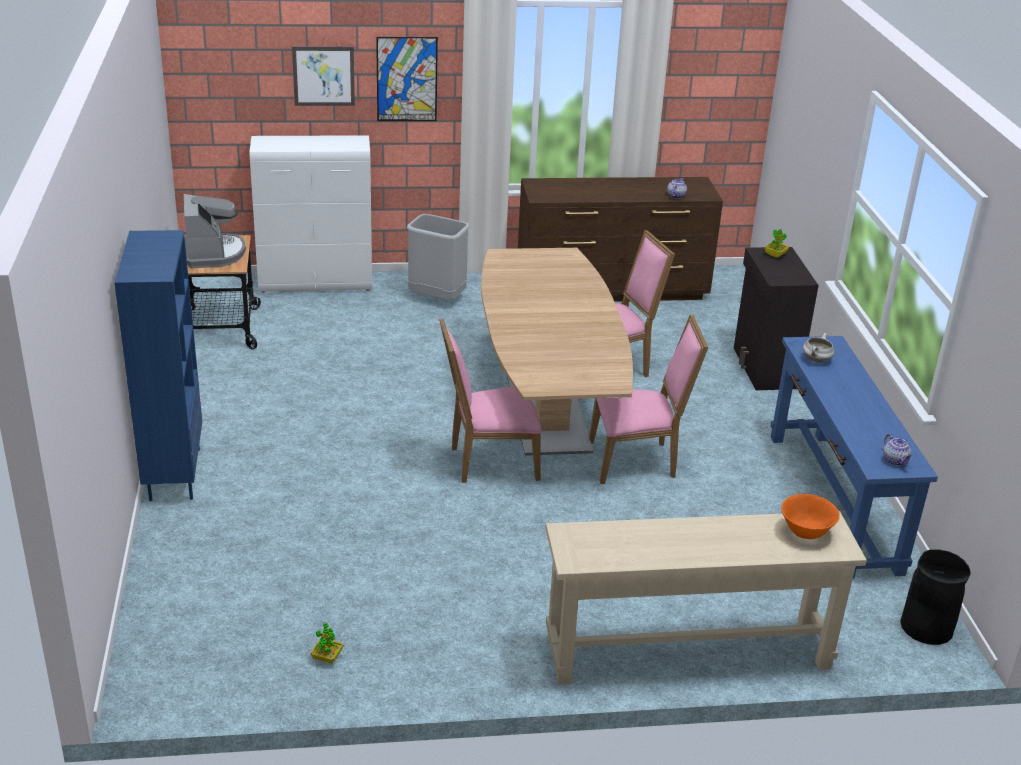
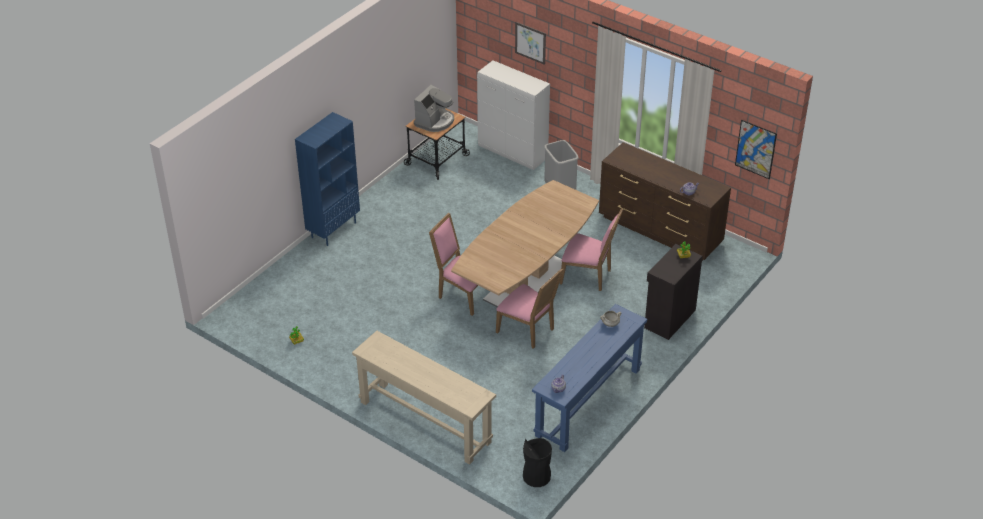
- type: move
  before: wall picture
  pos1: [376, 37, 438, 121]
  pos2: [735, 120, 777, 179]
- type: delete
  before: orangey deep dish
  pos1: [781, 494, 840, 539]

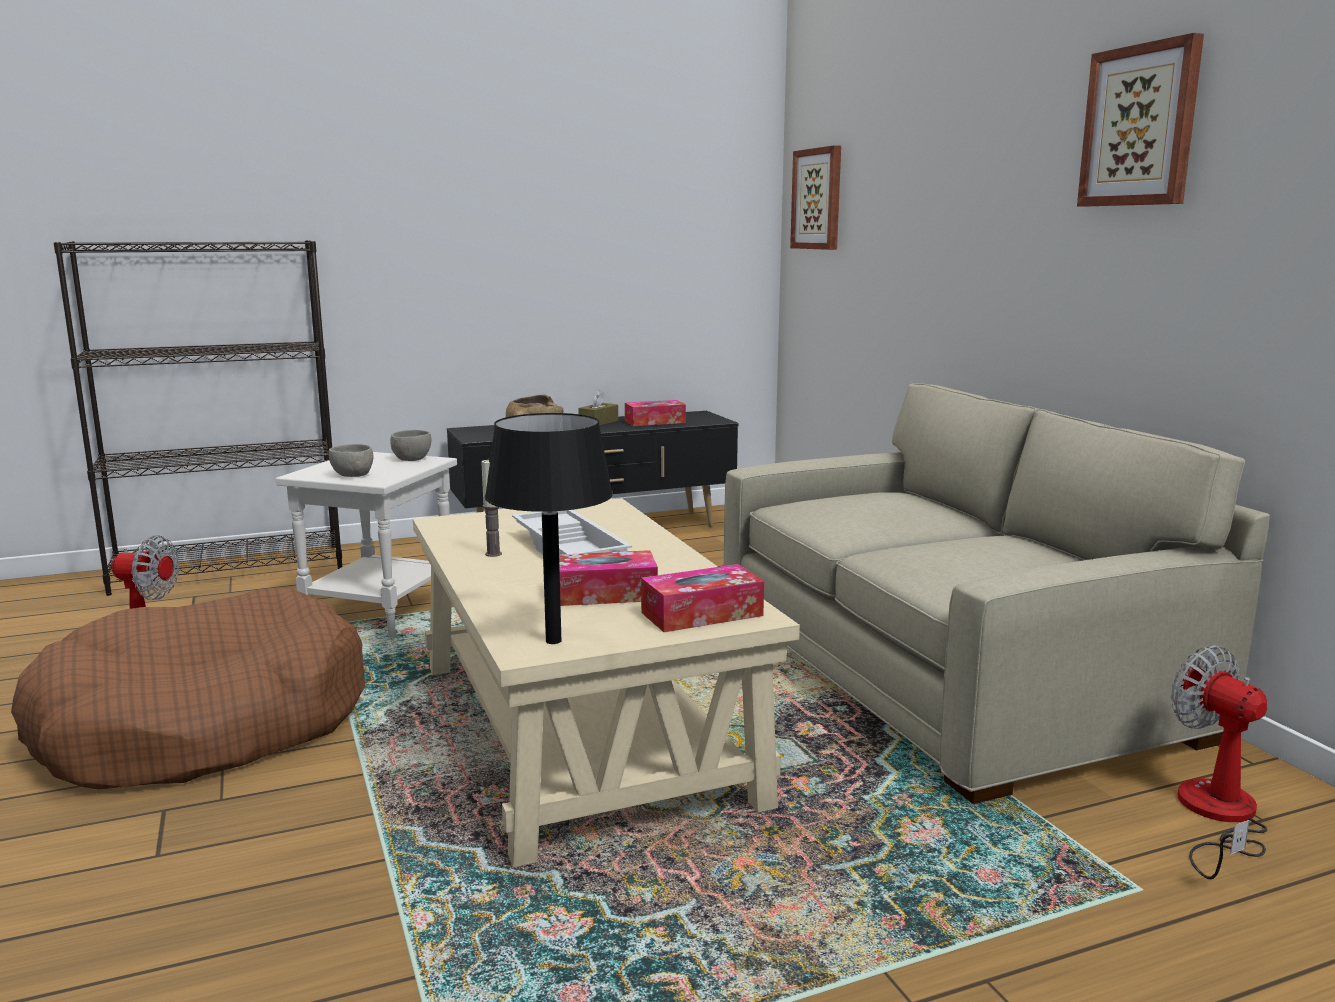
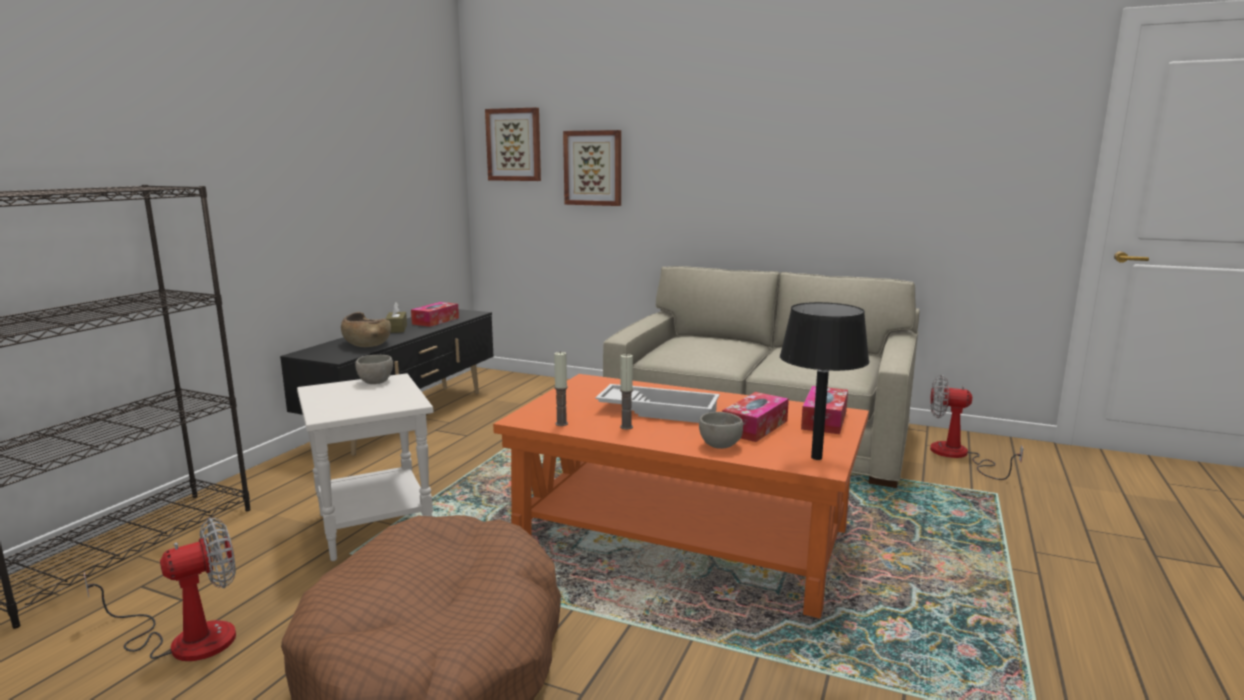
- type: move
  before: grey deep dish
  pos1: [328, 444, 374, 477]
  pos2: [699, 412, 743, 449]
- type: recolor
  before: beige-coloured lounge table
  after: orangey lounge table
  pos1: [413, 498, 800, 867]
  pos2: [493, 374, 869, 618]
- type: move
  before: wall picture
  pos1: [1077, 33, 1204, 206]
  pos2: [563, 130, 621, 206]
- type: insert
  after: wax light
  pos2: [554, 351, 568, 426]

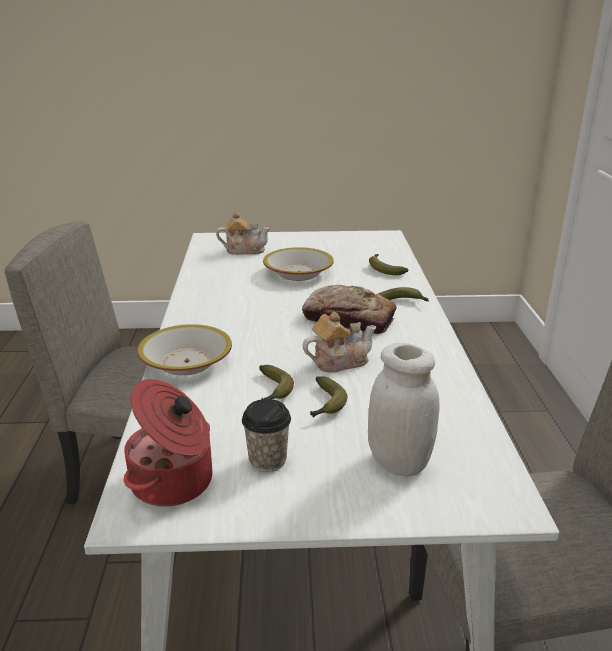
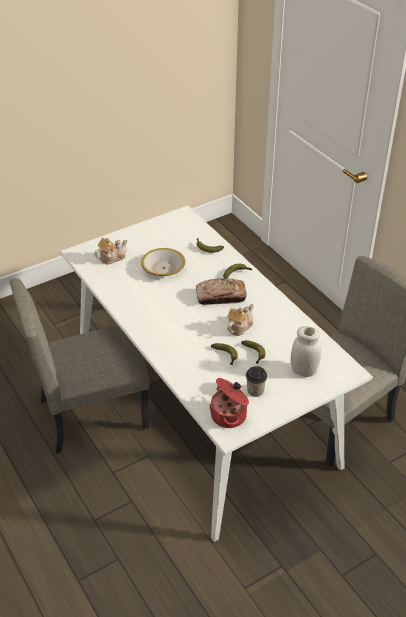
- type: delete
  before: deep dish
  pos1: [137, 324, 232, 375]

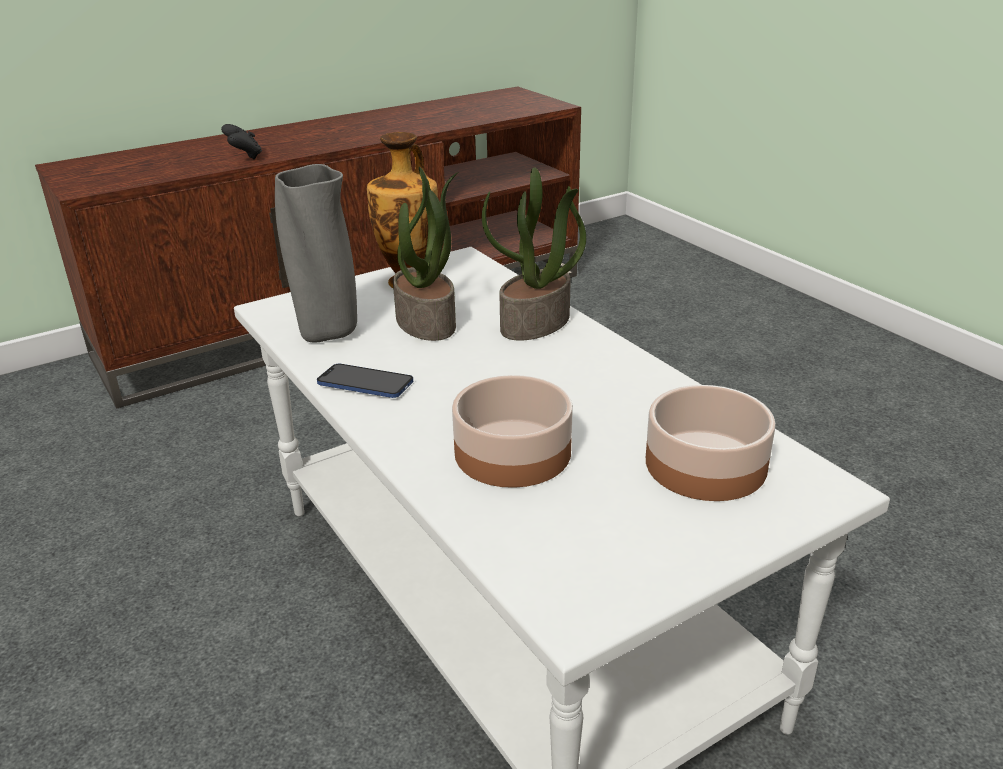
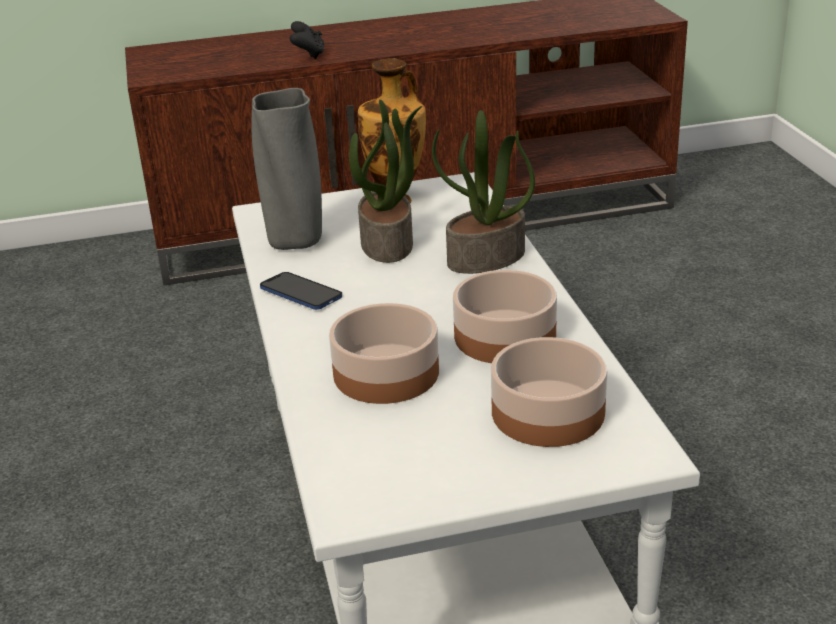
- type: insert
  after: deep dish
  pos2: [453, 270, 557, 363]

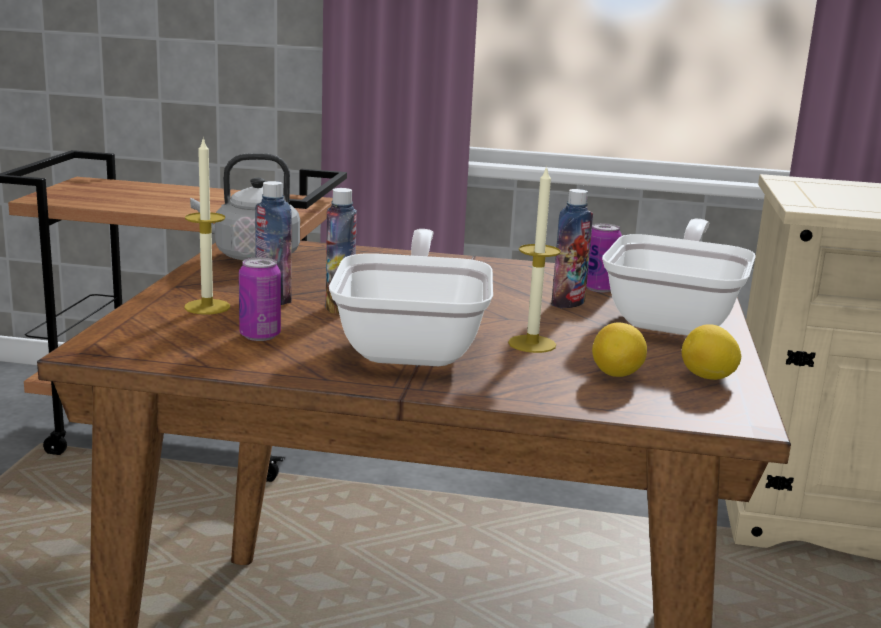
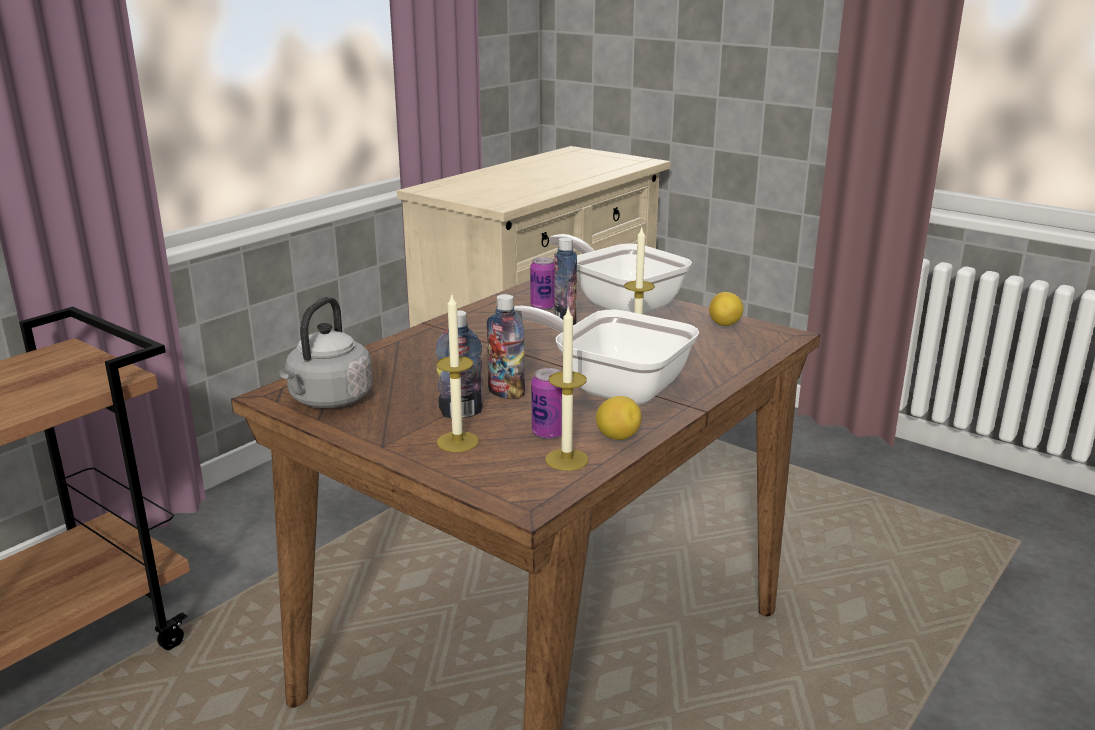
- type: move
  before: whole lemon
  pos1: [592, 322, 647, 377]
  pos2: [596, 396, 642, 440]
- type: insert
  after: wax light
  pos2: [545, 306, 589, 471]

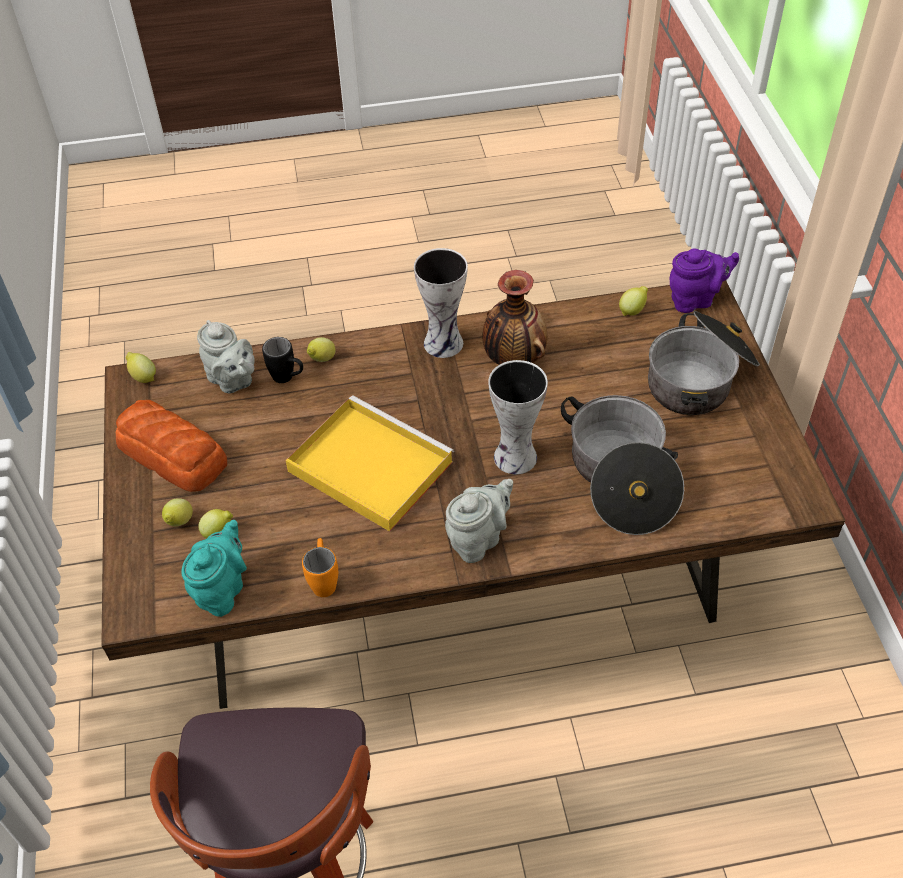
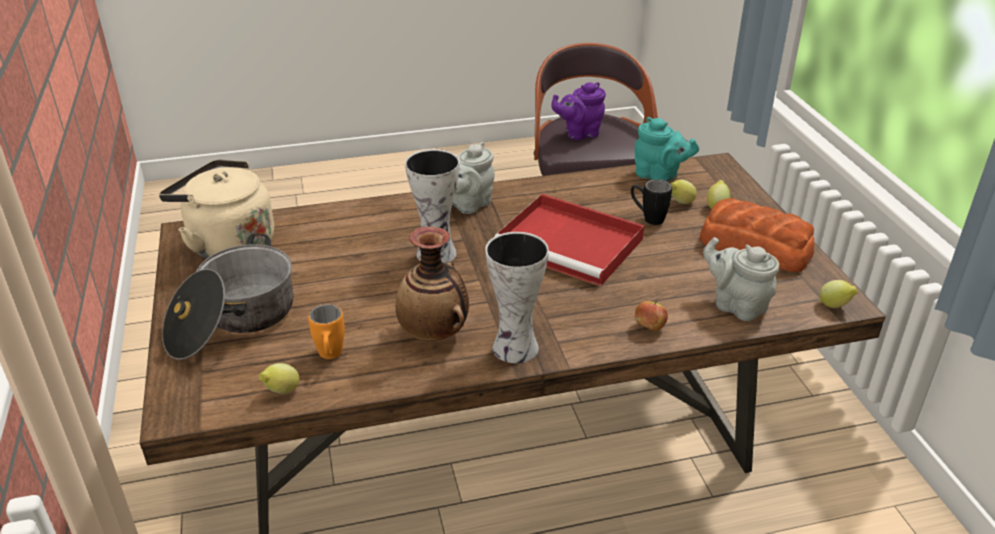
- type: rotate
  before: turquoise-coloured teapot
  pos1: [181, 520, 247, 617]
  pos2: [635, 117, 699, 182]
  turn: -75
- type: move
  before: blackish coffee mug
  pos1: [262, 337, 303, 383]
  pos2: [631, 179, 672, 225]
- type: recolor
  before: yellowish serving tray
  after: red-coloured serving tray
  pos1: [286, 395, 454, 531]
  pos2: [494, 194, 644, 287]
- type: move
  before: orangey coffee mug
  pos1: [302, 538, 338, 597]
  pos2: [308, 304, 345, 359]
- type: replace
  before: whole lemon
  after: apple fruit
  pos1: [307, 337, 335, 362]
  pos2: [635, 301, 668, 331]
- type: delete
  before: saucepot
  pos1: [561, 395, 684, 535]
- type: move
  before: purple-coloured teapot
  pos1: [670, 248, 739, 313]
  pos2: [551, 82, 606, 140]
- type: insert
  after: beige-coloured tea kettle
  pos2: [159, 159, 274, 259]

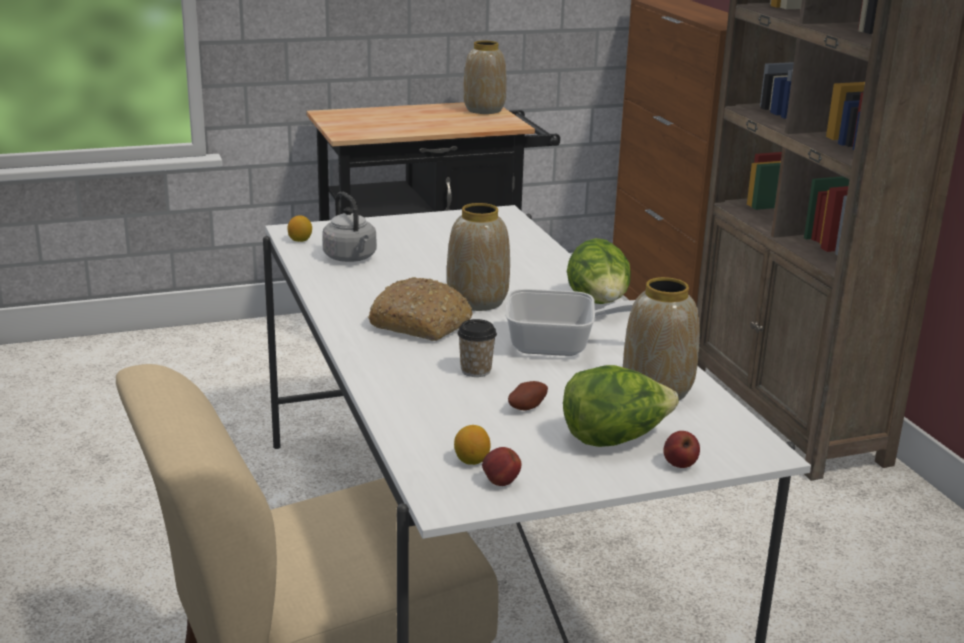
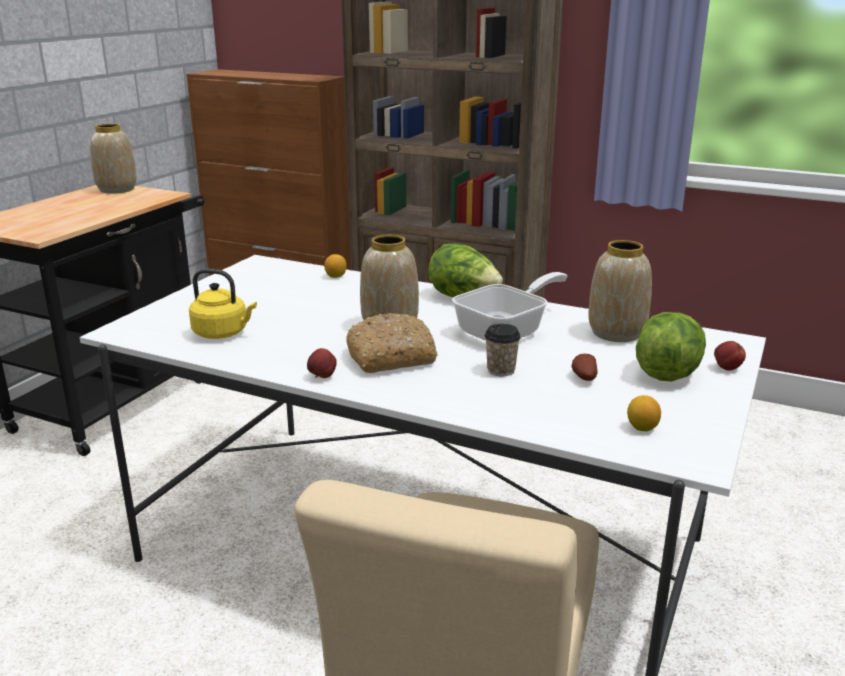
- type: move
  before: whole lemon
  pos1: [288, 215, 312, 242]
  pos2: [324, 254, 347, 278]
- type: recolor
  before: grey tea kettle
  after: yellowish tea kettle
  pos1: [322, 192, 376, 262]
  pos2: [189, 269, 257, 339]
- type: move
  before: apple fruit
  pos1: [482, 447, 521, 486]
  pos2: [307, 348, 337, 378]

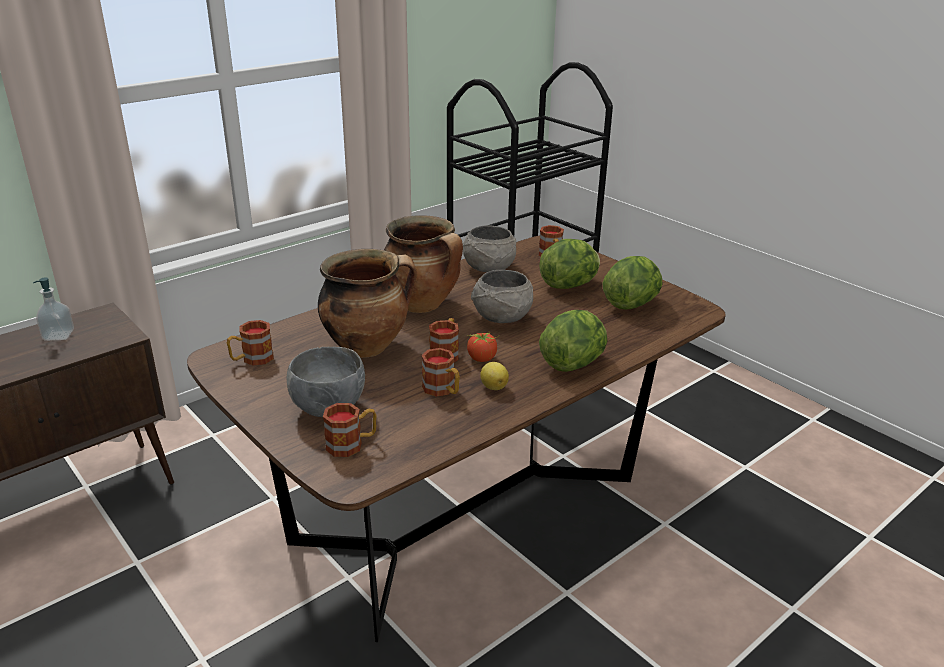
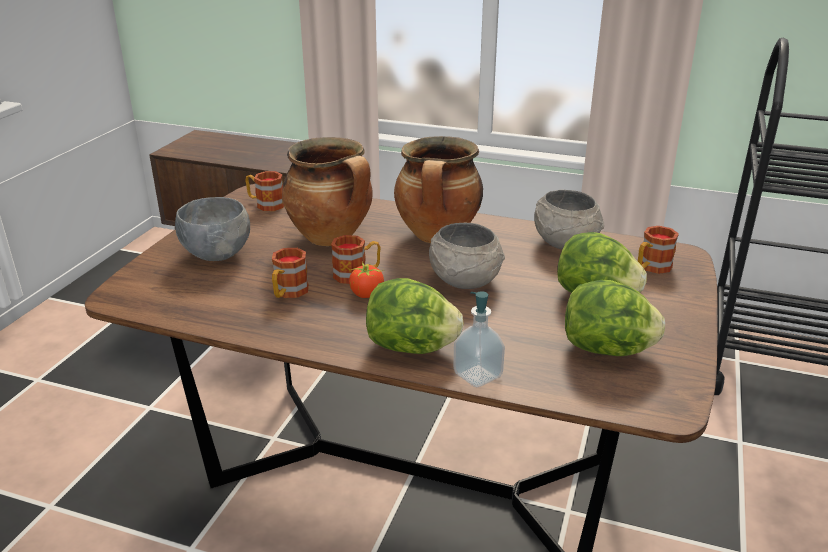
- type: move
  before: liquid soap bottle
  pos1: [33, 277, 74, 341]
  pos2: [453, 291, 505, 387]
- type: delete
  before: coffee mug
  pos1: [323, 403, 376, 457]
- type: delete
  before: whole lemon
  pos1: [480, 362, 509, 390]

